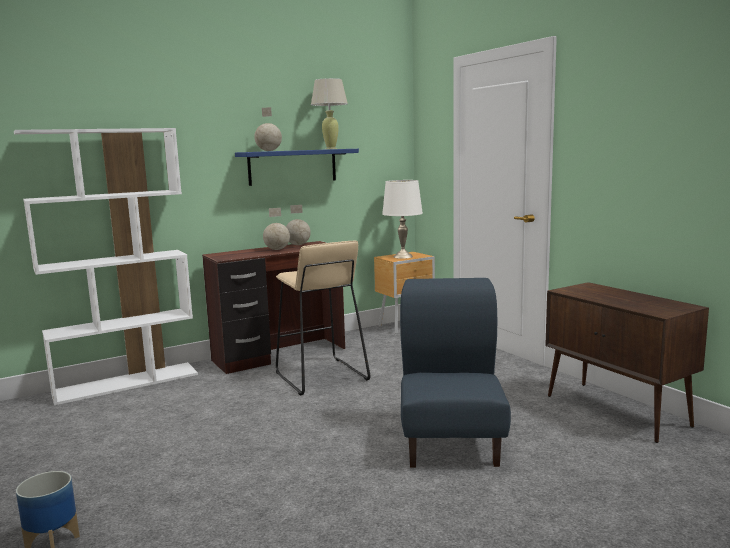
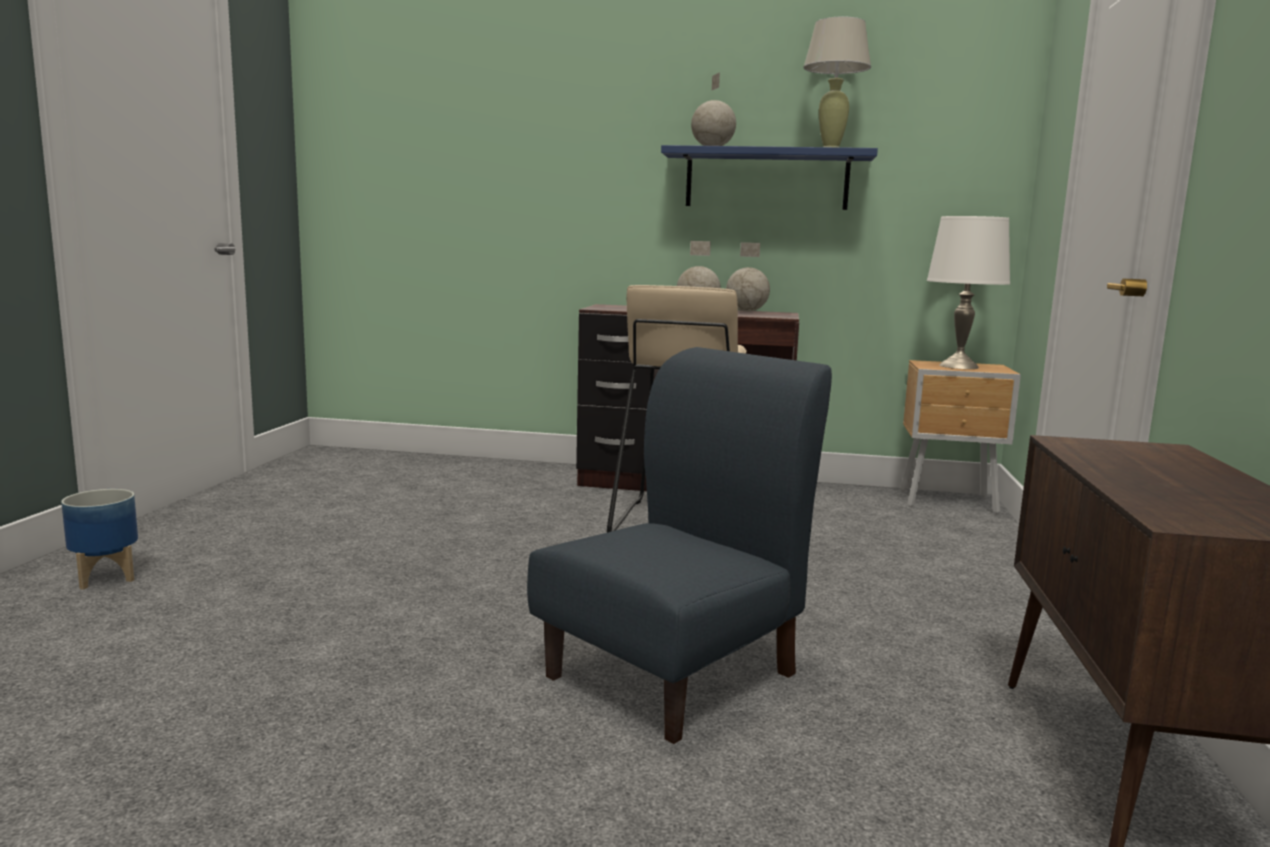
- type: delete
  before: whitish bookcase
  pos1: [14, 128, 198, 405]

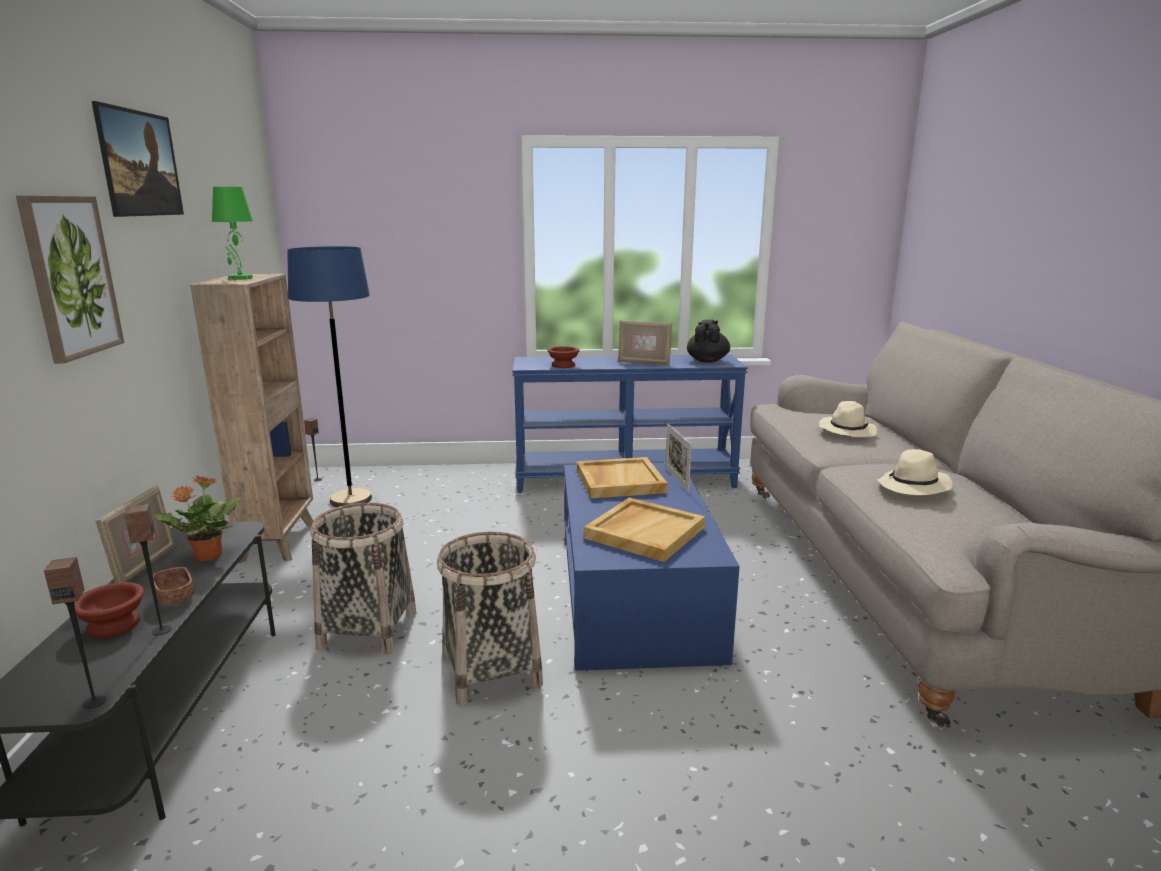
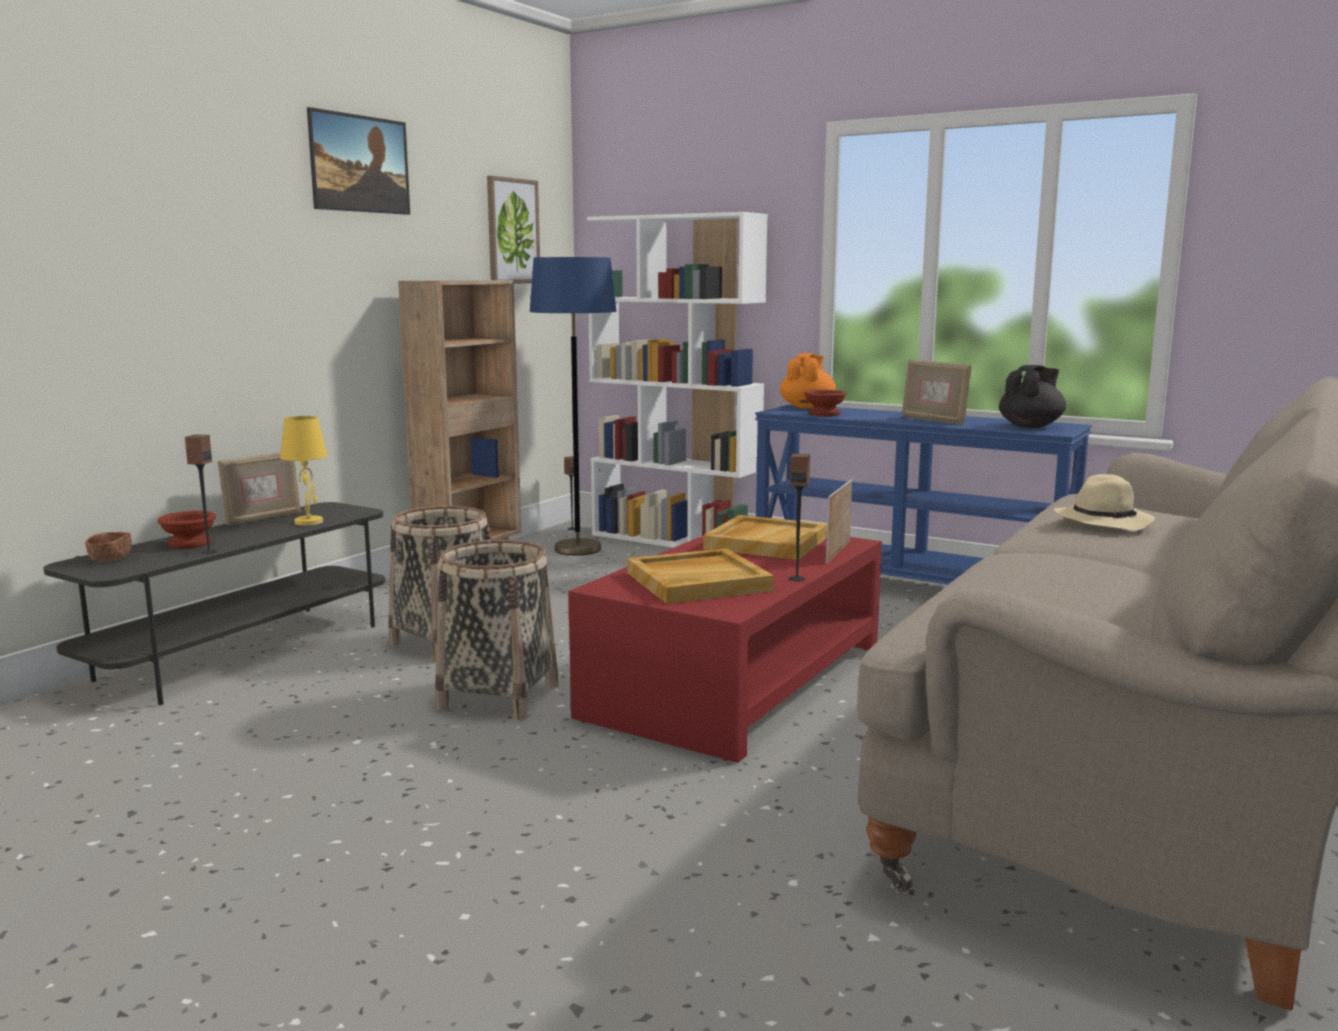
- type: move
  before: wall picture
  pos1: [16, 196, 124, 364]
  pos2: [487, 176, 540, 284]
- type: move
  before: audio speaker
  pos1: [44, 557, 106, 709]
  pos2: [789, 453, 810, 581]
- type: move
  before: brown-coloured deep dish
  pos1: [153, 567, 195, 605]
  pos2: [85, 532, 132, 562]
- type: replace
  before: potted plant
  after: yellowish tabletop lamp
  pos1: [154, 476, 240, 561]
  pos2: [280, 416, 327, 526]
- type: delete
  before: green tabletop lamp
  pos1: [212, 187, 253, 280]
- type: recolor
  before: blue lounge table
  after: red-coloured lounge table
  pos1: [564, 463, 740, 671]
  pos2: [568, 536, 882, 763]
- type: delete
  before: beige-coloured clothing hat
  pos1: [877, 449, 953, 495]
- type: insert
  after: whitish bookcase
  pos2: [587, 212, 768, 548]
- type: insert
  after: orangey teapot
  pos2: [780, 353, 836, 408]

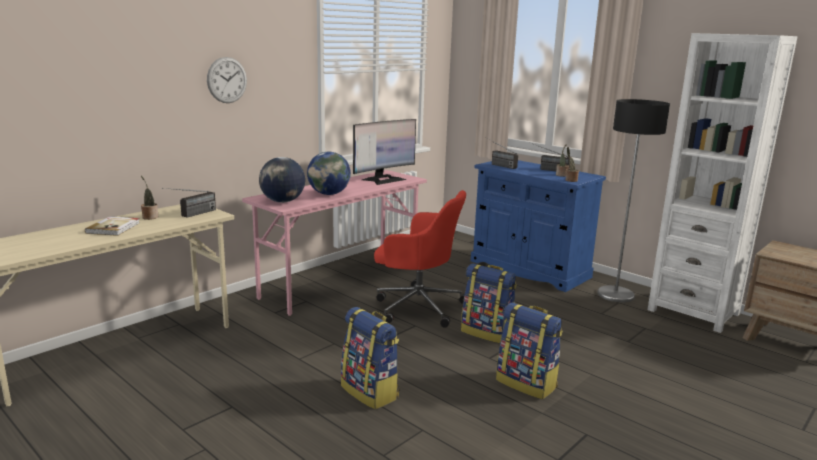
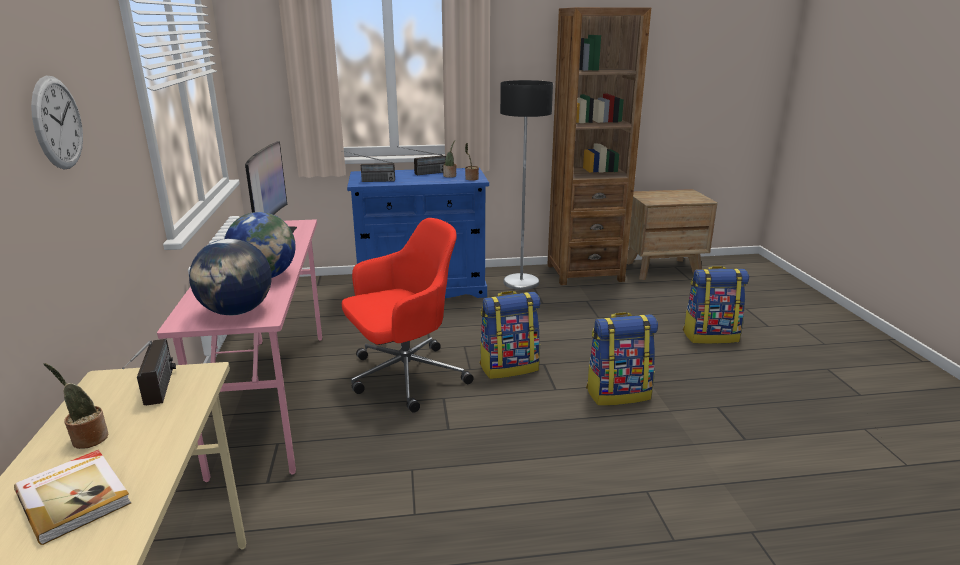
- type: move
  before: knapsack
  pos1: [341, 307, 399, 409]
  pos2: [683, 266, 749, 344]
- type: recolor
  before: whitish bookcase
  after: brown-coloured bookcase
  pos1: [648, 33, 797, 333]
  pos2: [547, 7, 651, 285]

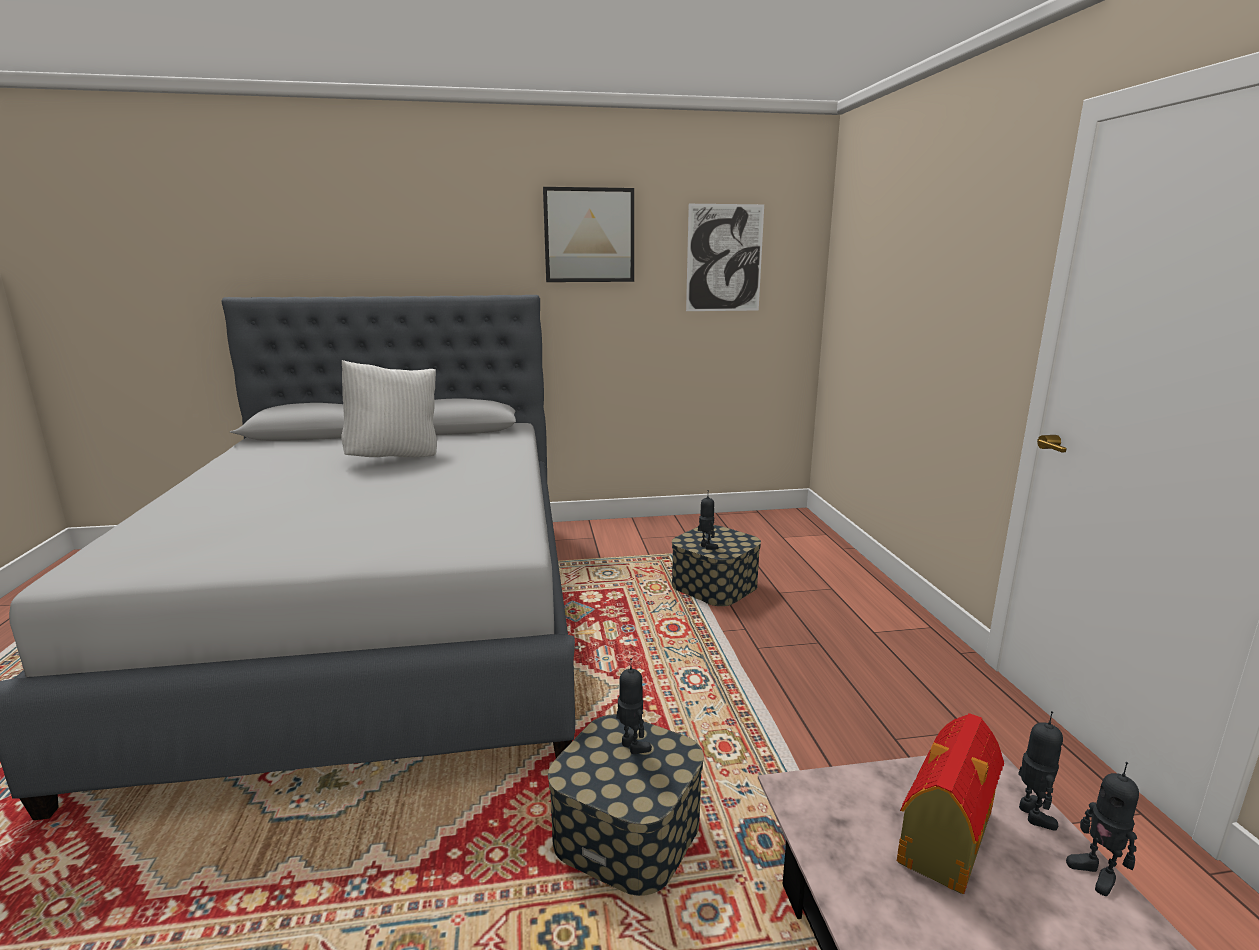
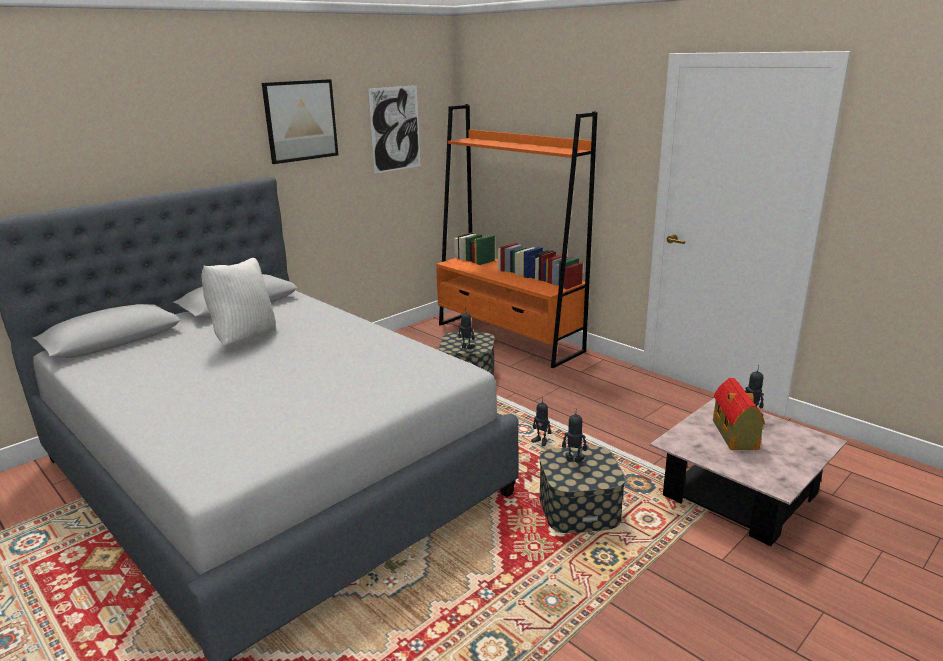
- type: move
  before: toy robot
  pos1: [1066, 762, 1139, 896]
  pos2: [531, 397, 551, 446]
- type: insert
  after: orangey bookcase
  pos2: [436, 104, 597, 368]

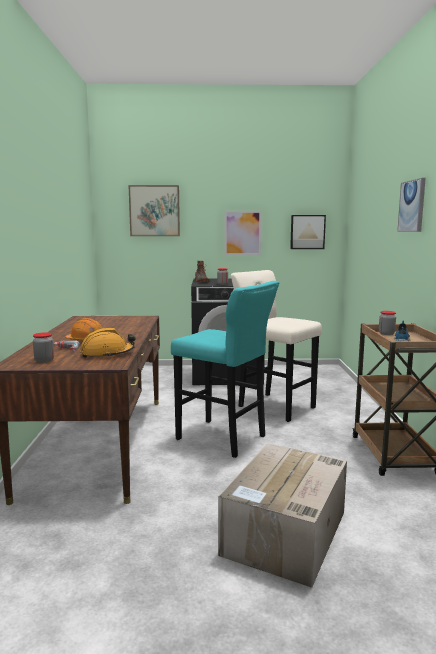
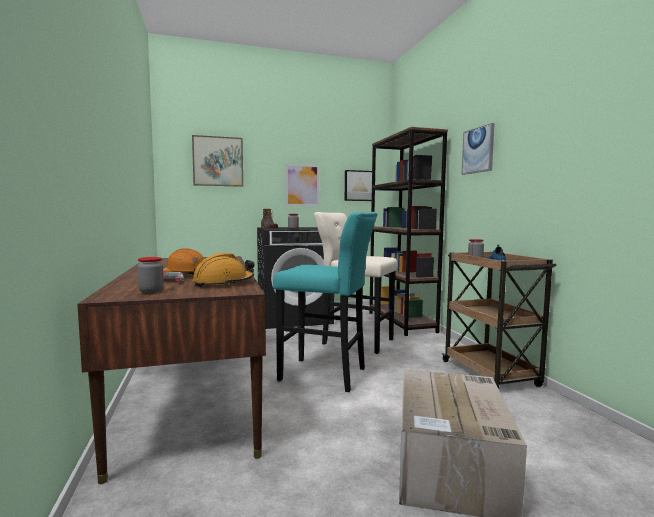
- type: insert
  after: brown-coloured bookcase
  pos2: [369, 127, 448, 336]

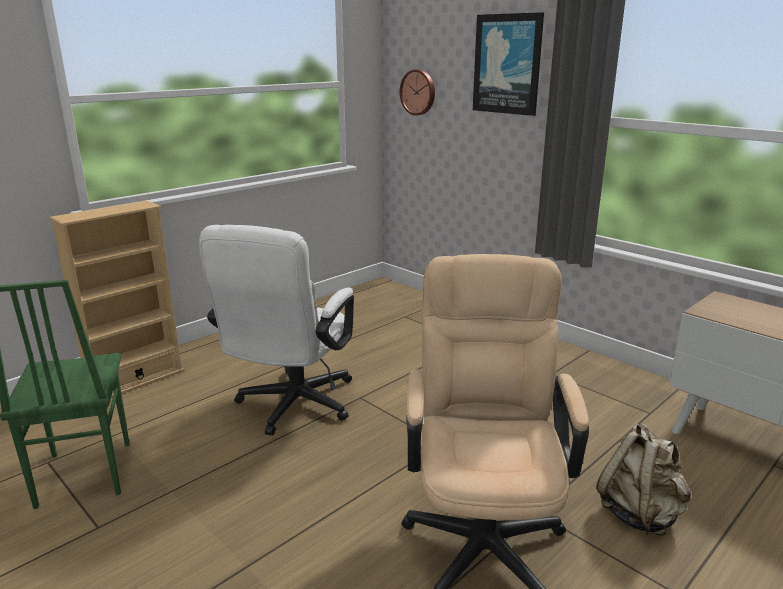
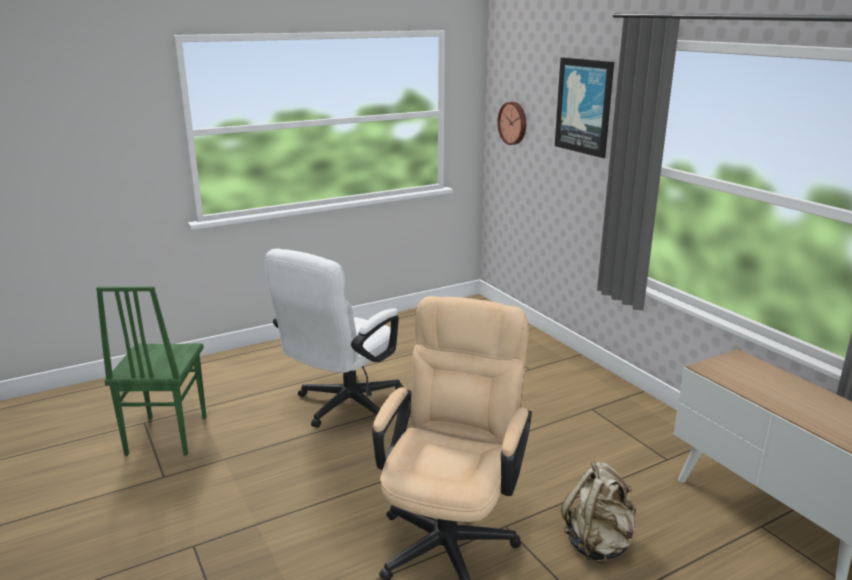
- type: delete
  before: beige-coloured bookcase
  pos1: [49, 200, 184, 398]

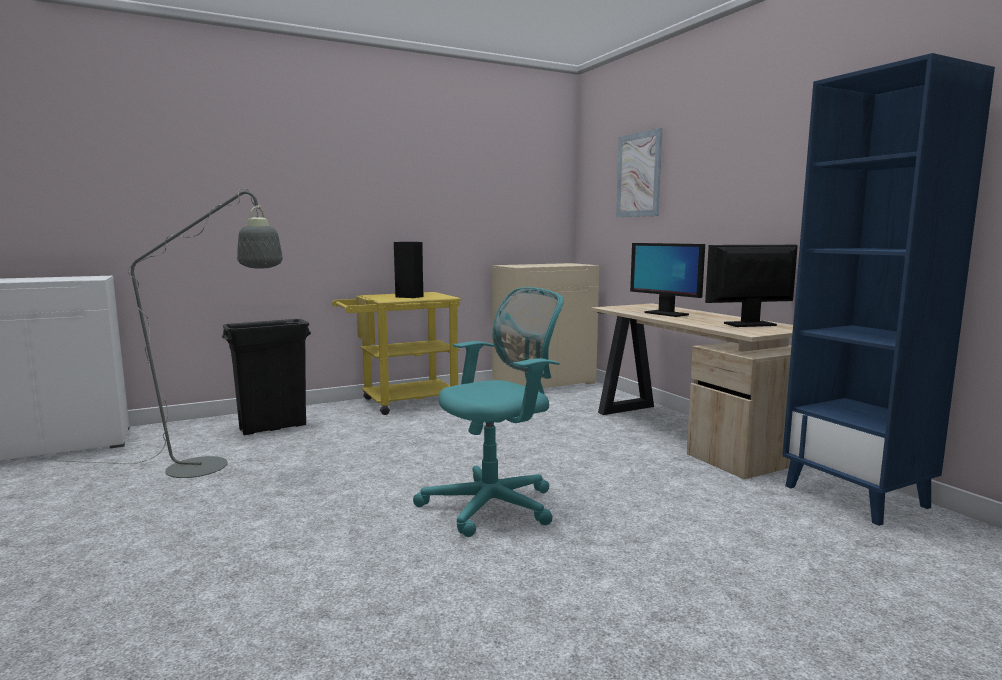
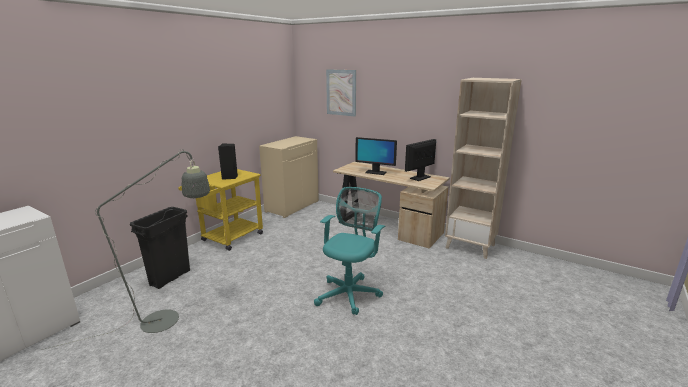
- type: recolor
  before: blue bookcase
  after: beige-coloured bookcase
  pos1: [782, 53, 995, 526]
  pos2: [445, 78, 522, 259]

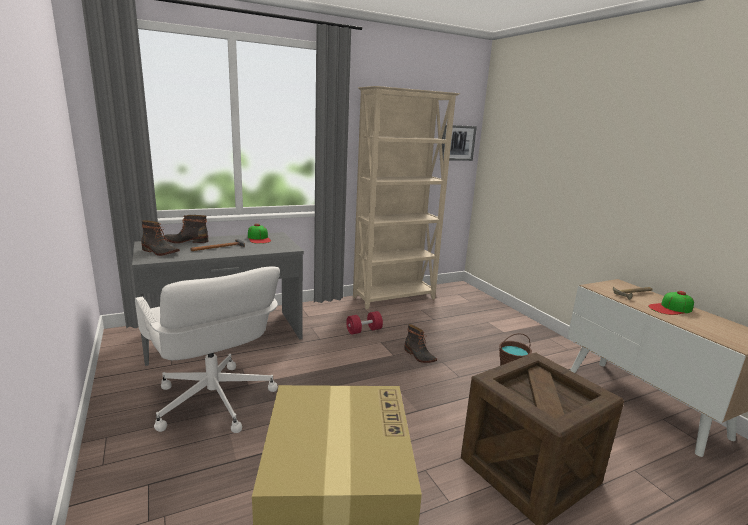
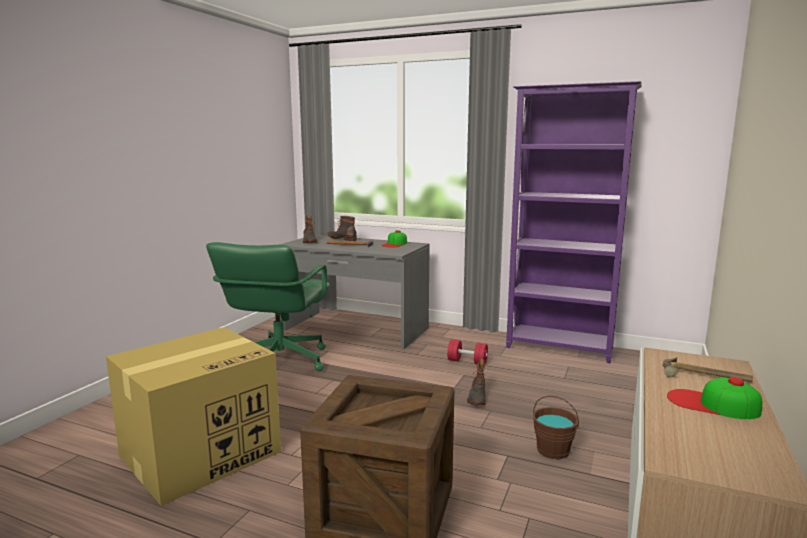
- type: recolor
  before: whitish desk chair
  after: green desk chair
  pos1: [135, 266, 280, 433]
  pos2: [206, 242, 330, 371]
- type: recolor
  before: beige-coloured bookcase
  after: purple-coloured bookcase
  pos1: [353, 86, 460, 310]
  pos2: [506, 81, 642, 363]
- type: delete
  before: wall picture
  pos1: [442, 125, 477, 161]

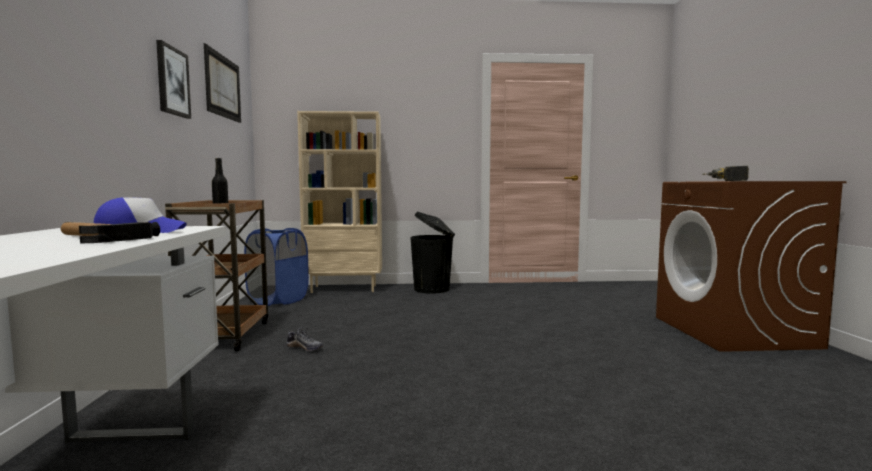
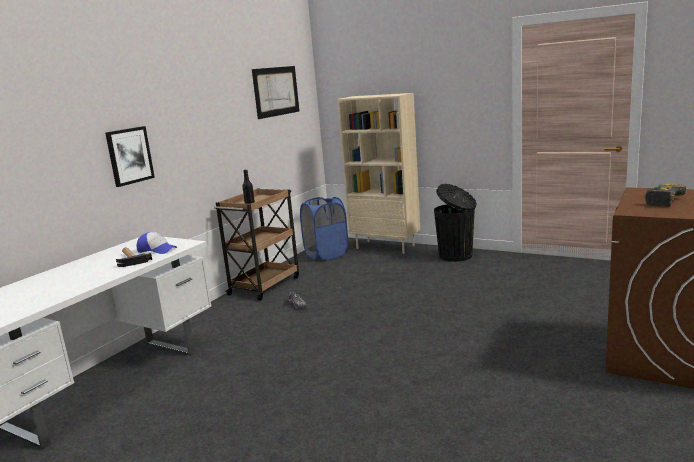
- type: move
  before: wall picture
  pos1: [156, 40, 191, 119]
  pos2: [105, 126, 155, 187]

